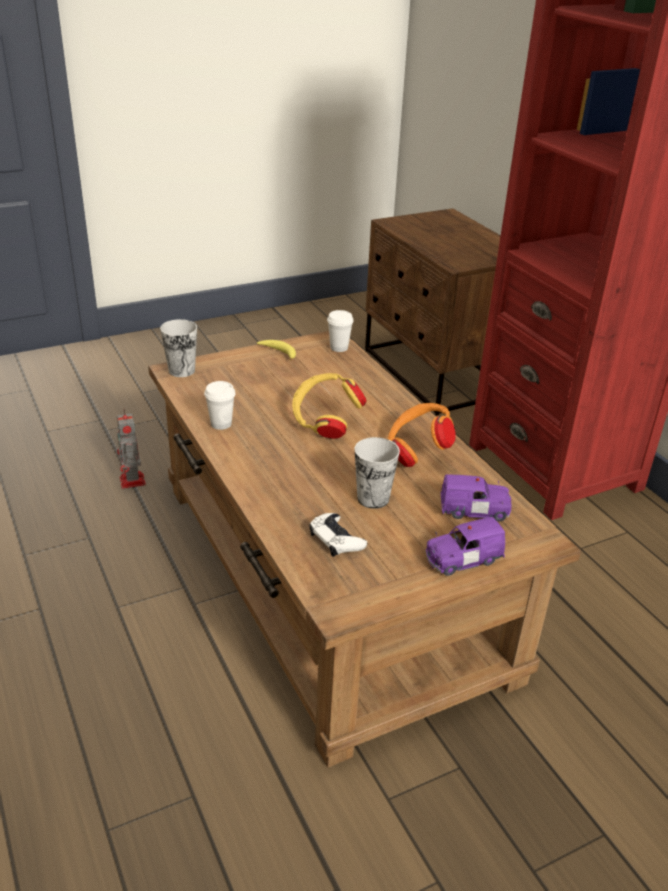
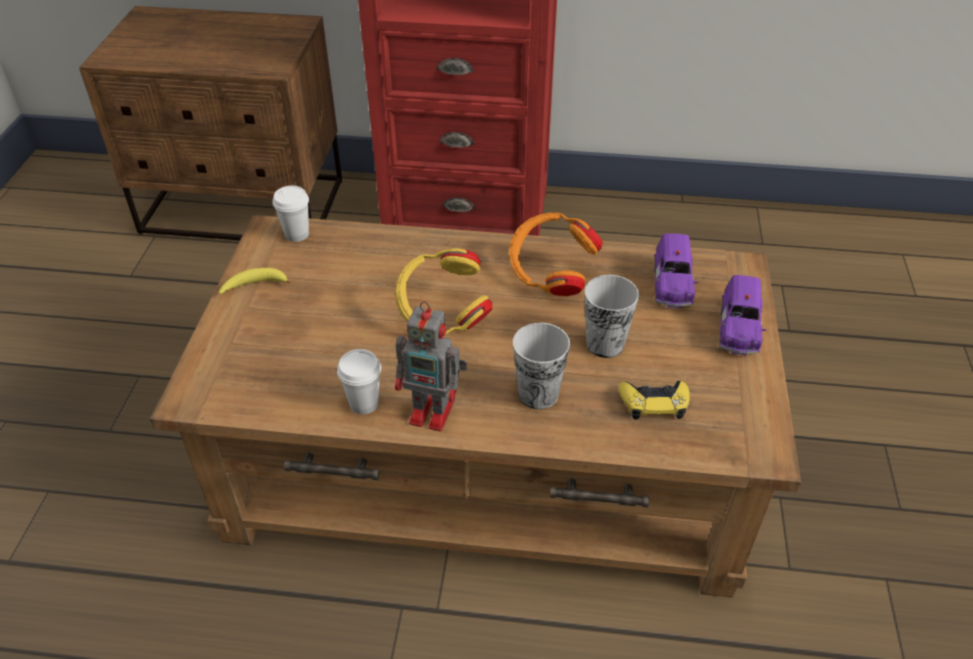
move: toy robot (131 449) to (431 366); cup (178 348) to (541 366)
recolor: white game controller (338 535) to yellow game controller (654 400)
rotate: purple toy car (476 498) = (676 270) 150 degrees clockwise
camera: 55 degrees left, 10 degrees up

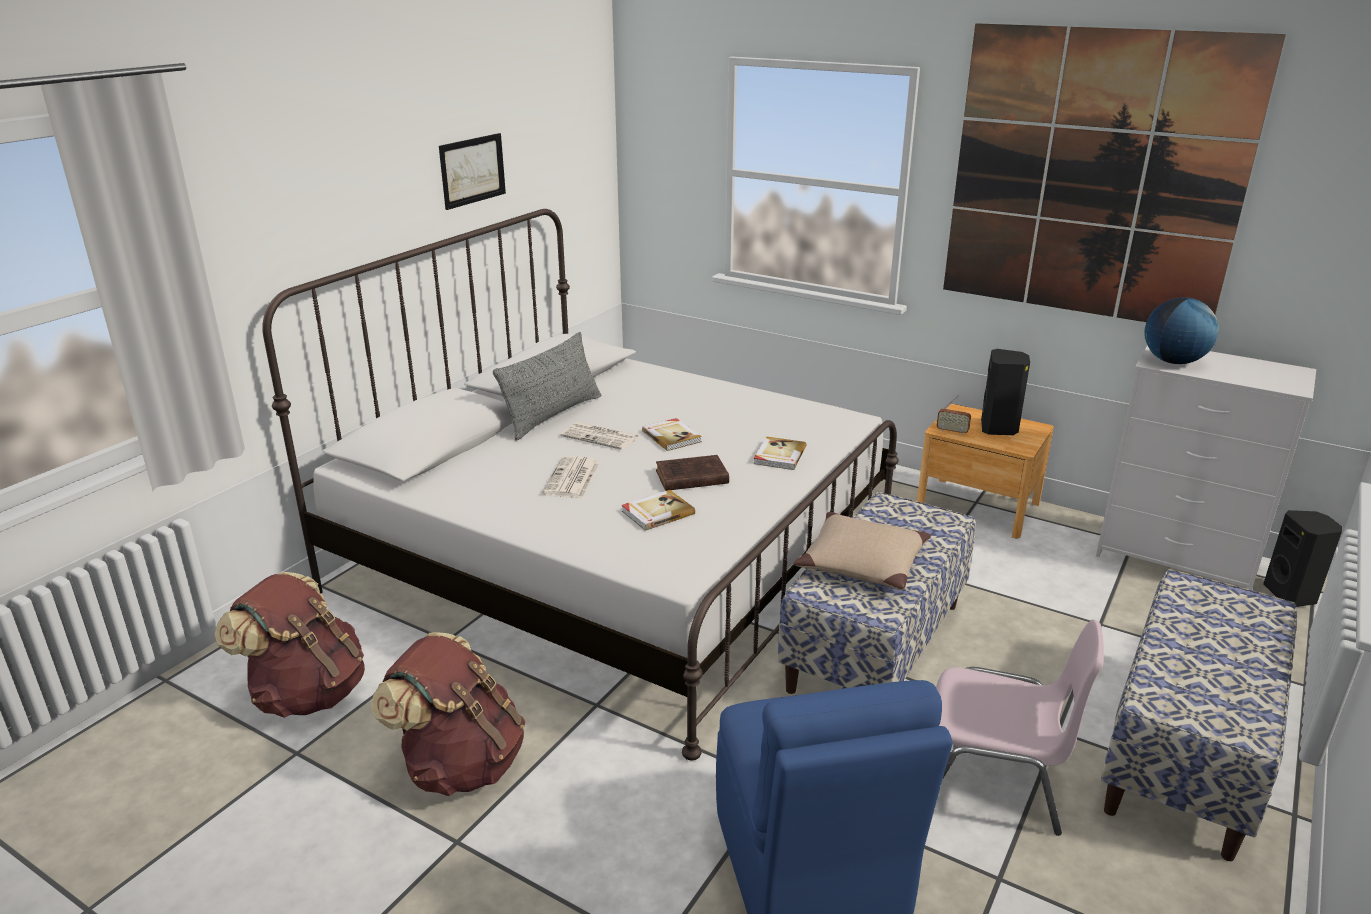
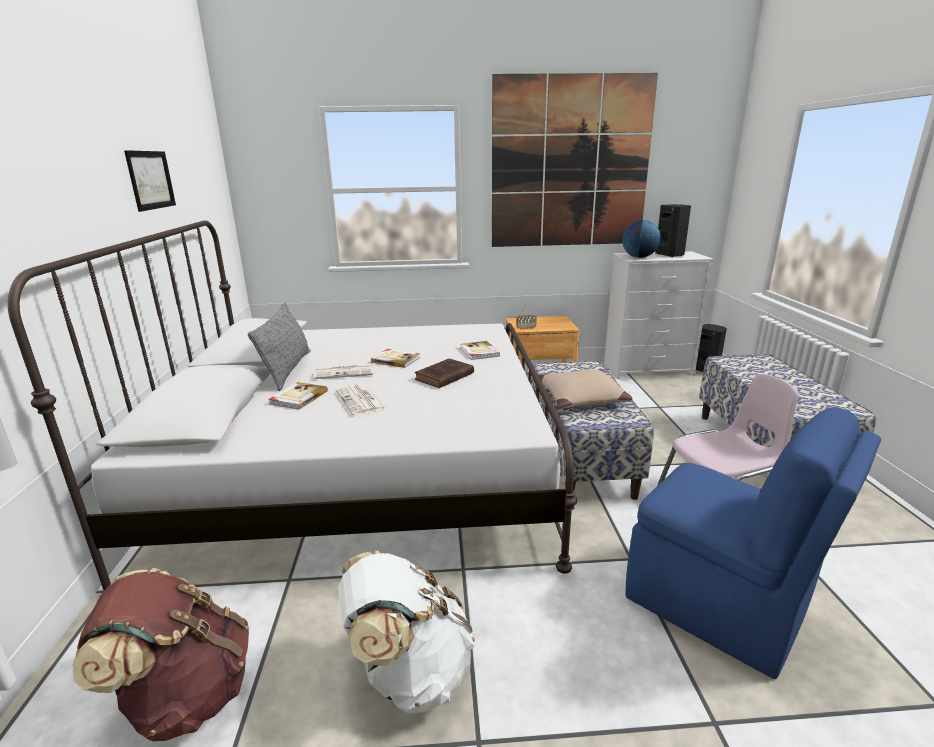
move: book (658 510) to (298 396); black speaker (1005 392) to (673 230)
recolor: brown backpack (448 714) to white backpack (406 632)
camera: 35 degrees left, 5 degrees down

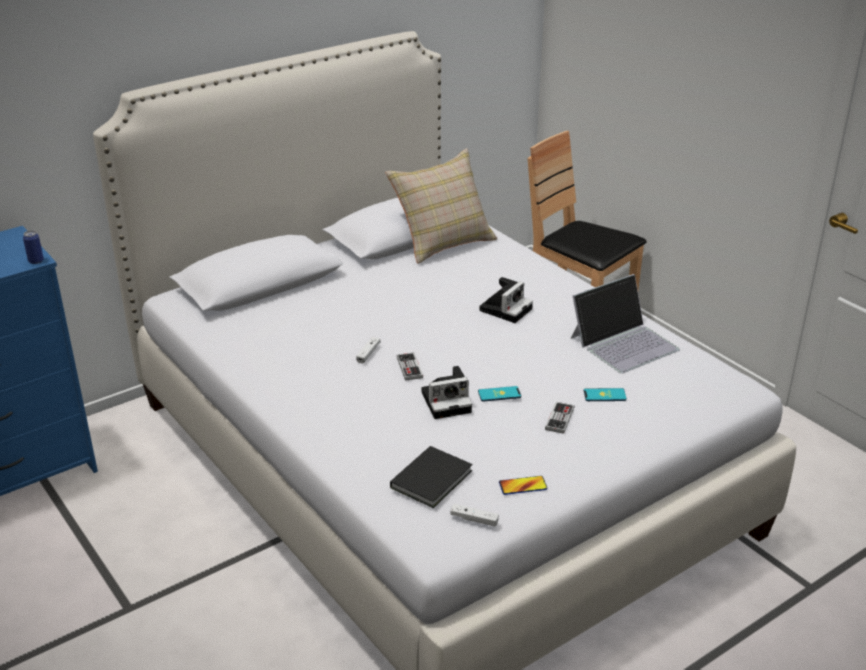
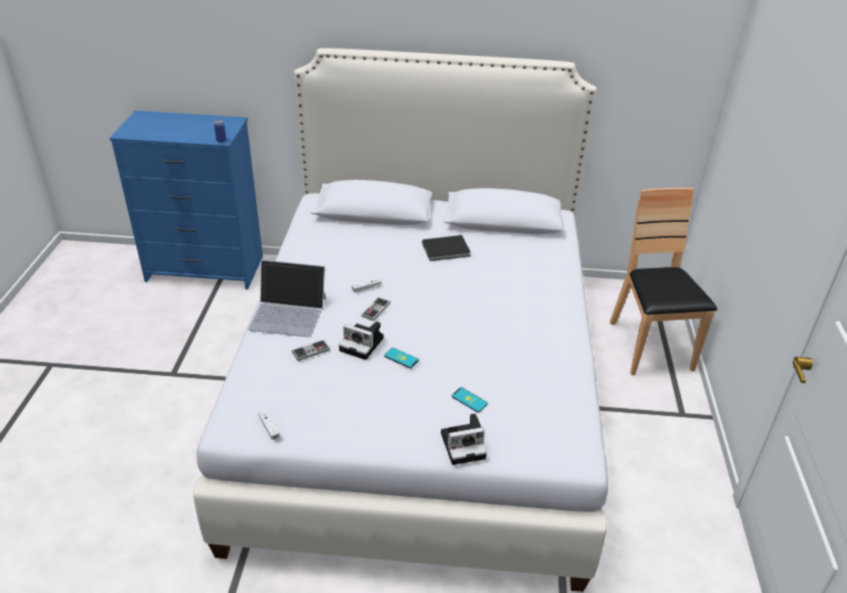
delete: beige pillow (441 206); phone (523 485)
move: black book (431 477) to (446 248); photo camera (506 300) to (464 439); game controller (559 418) to (311 350); laptop (625 323) to (286 298)
camera: 40 degrees right, 5 degrees up

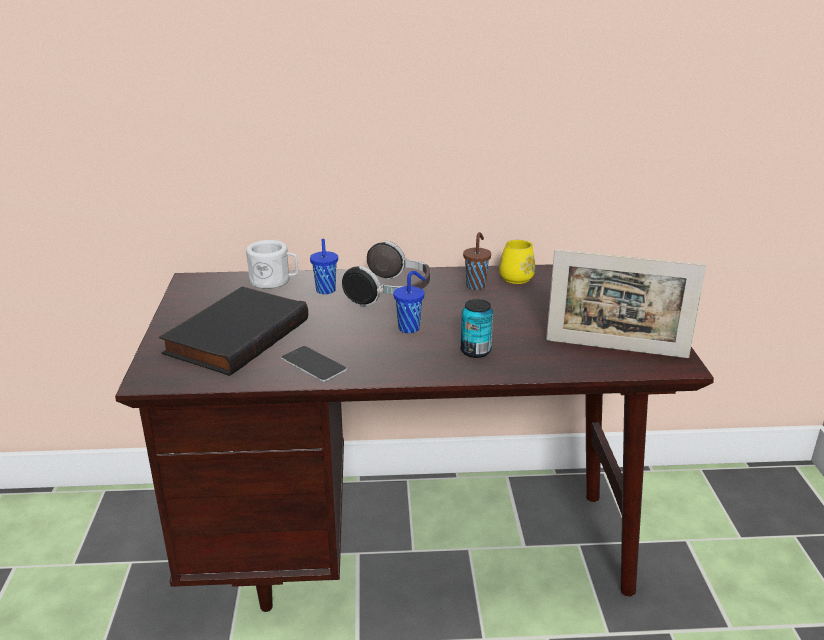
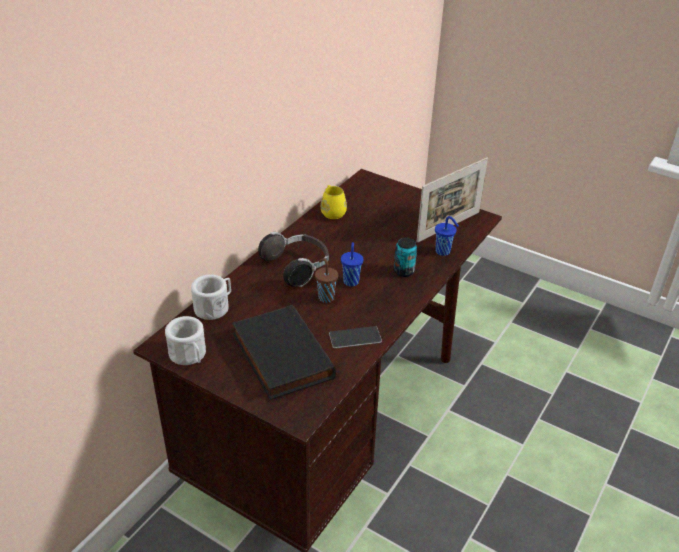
insert: white mug (185 340)
move: blue cup (324 266) to (447 236); brown cup (477 261) to (326 280)
camera: 55 degrees left, 10 degrees up

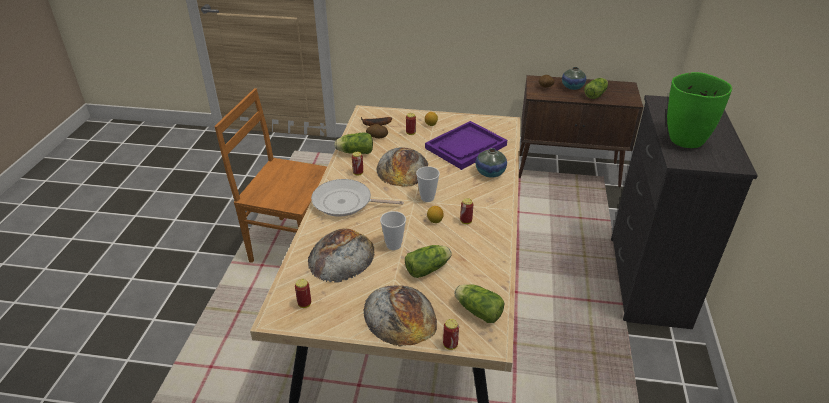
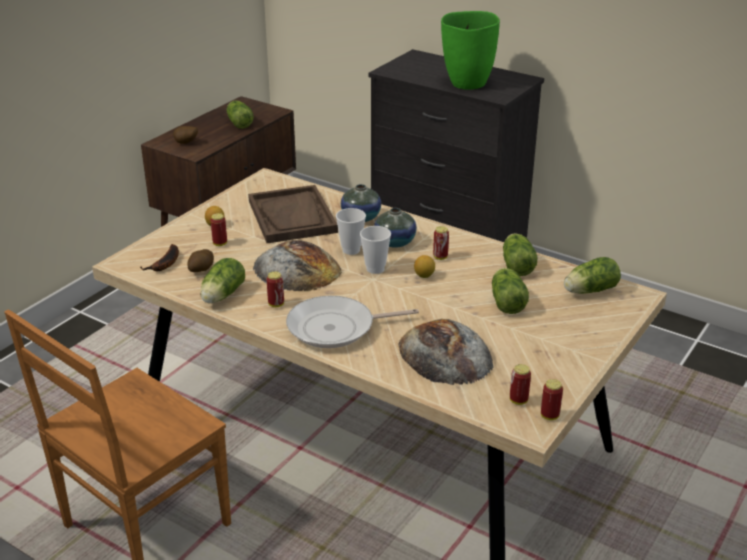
delete: bread (400 316)
insert: lettuce (520 254)
move: cup (393 230) to (351 231); can (451 334) to (552 399); vase (574 78) to (395 228)
recolor: purple tray (466 145) to brown tray (293 214)
rotate: frying pan (357 198) = (352 322) 45 degrees clockwise
camera: 65 degrees left, 5 degrees down

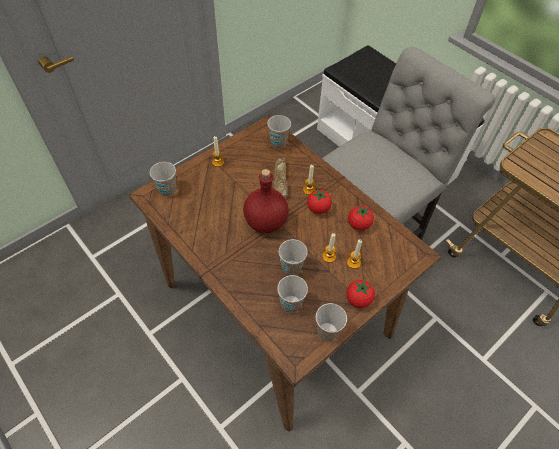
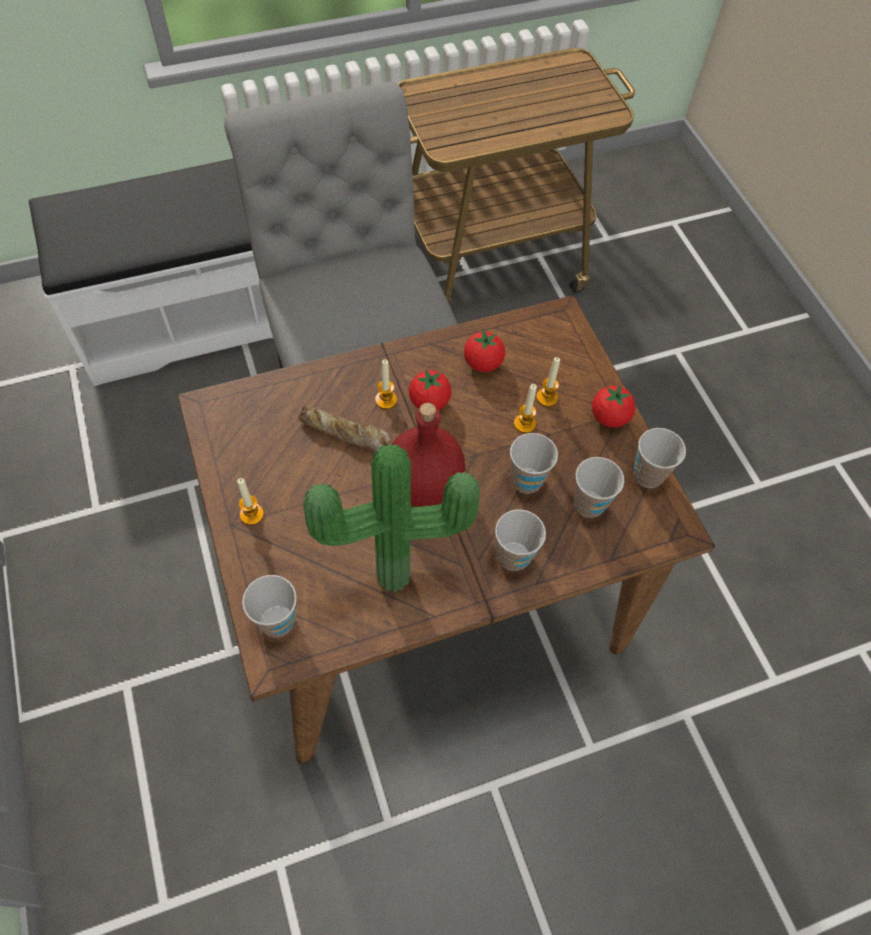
insert: potted plant (391 518)
move: cup (279 131) to (520 540)
camera: 70 degrees left, 5 degrees up

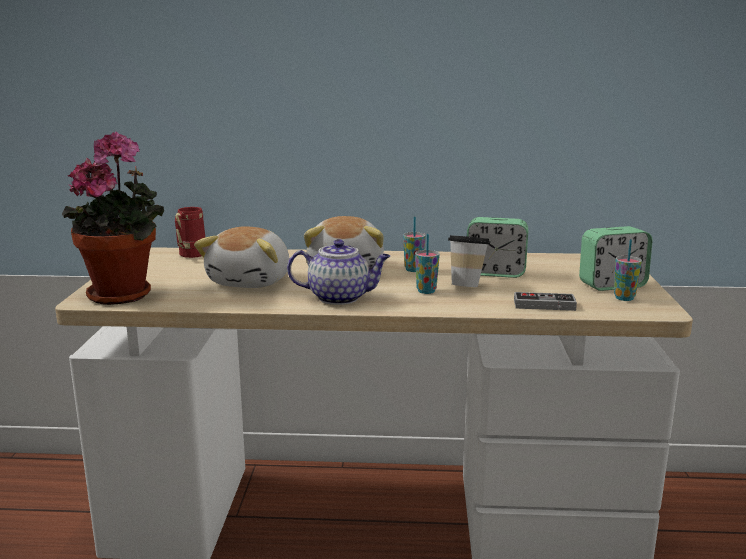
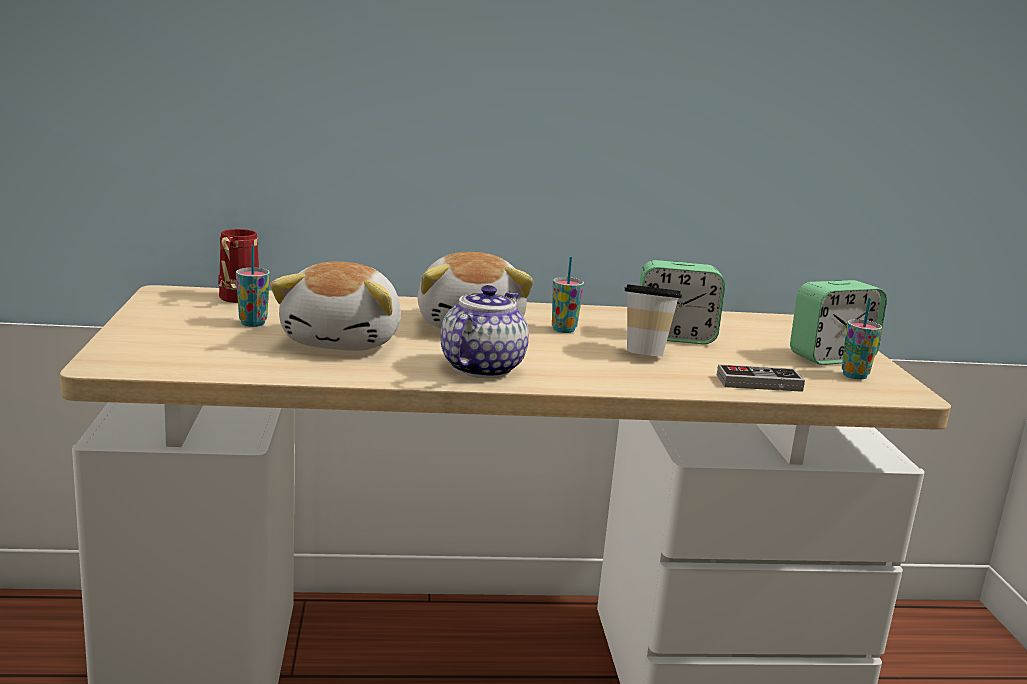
delete: potted plant (113 218)
move: cup (427 264) to (253 286)
rotate: teapot (339 272) = (484 331) 60 degrees counterclockwise
camera: 10 degrees left, 0 degrees up

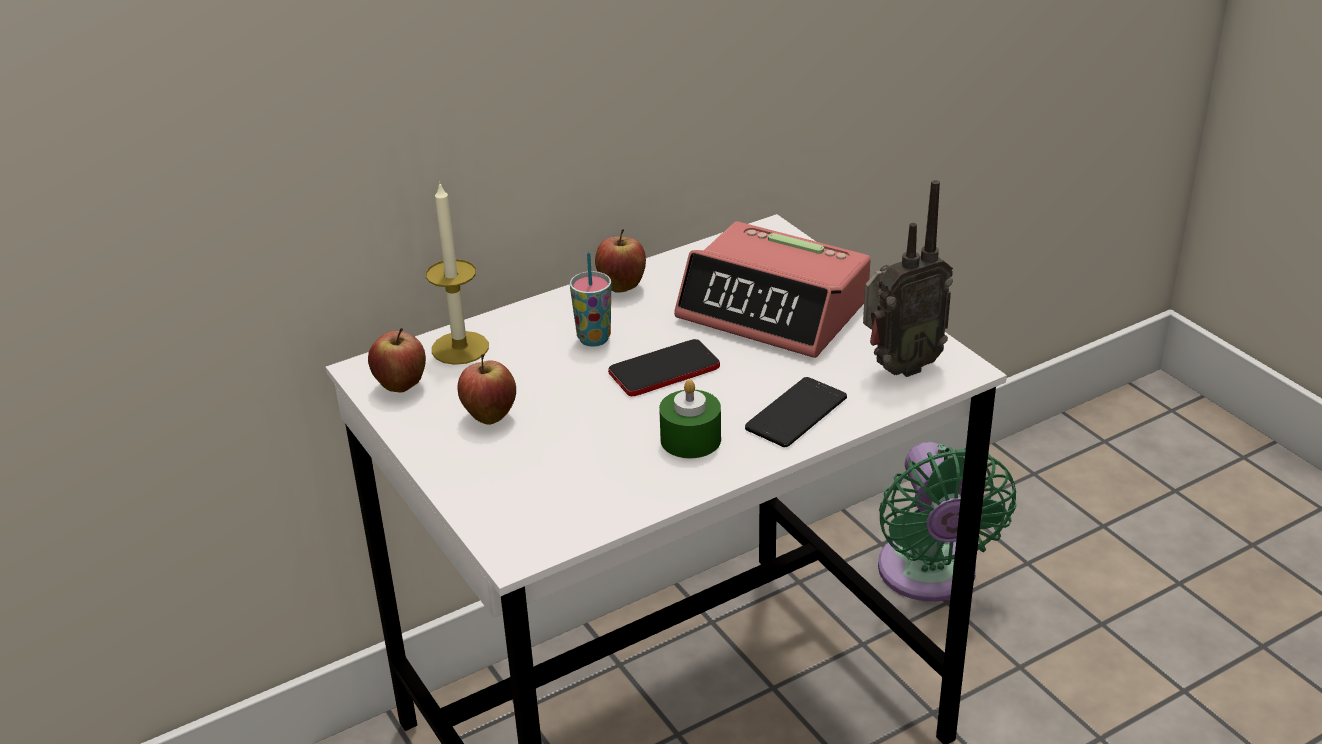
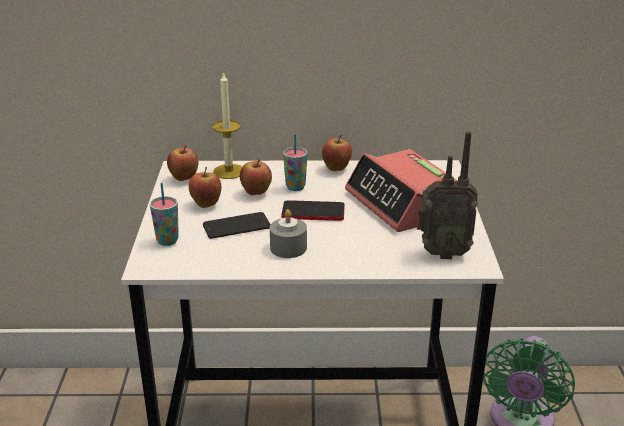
insert: cup (164 214); apple (256 177)
move: phone (796 412) to (237 225)
recolor: green candle (690 418) to grey candle (288 233)
camera: 30 degrees right, 5 degrees down

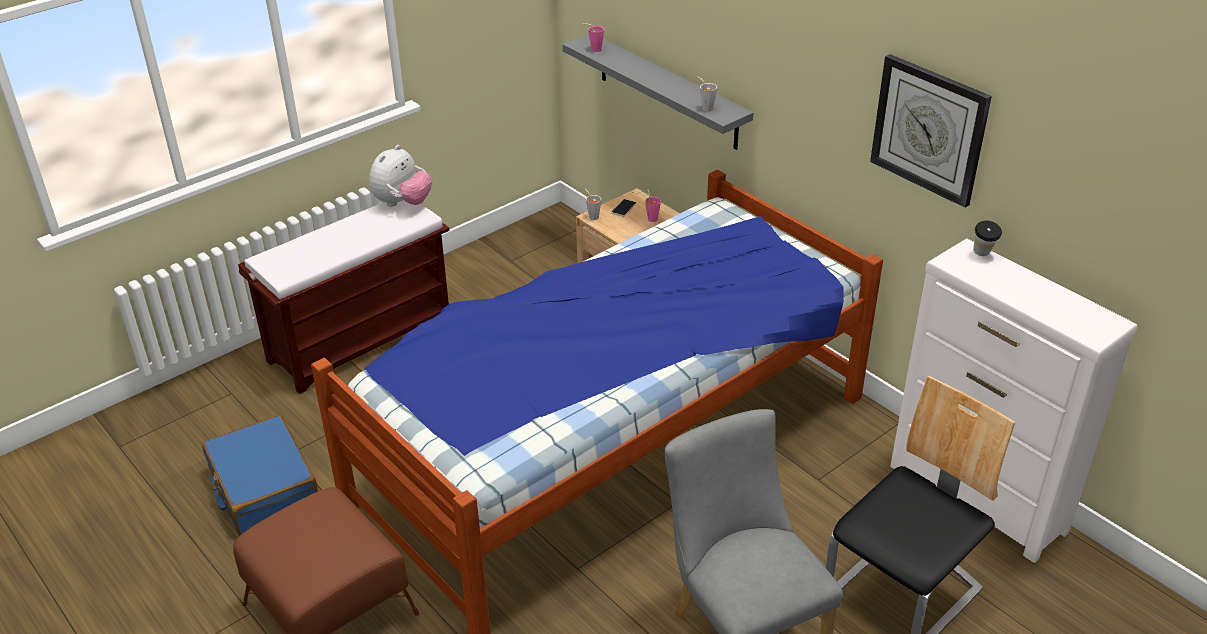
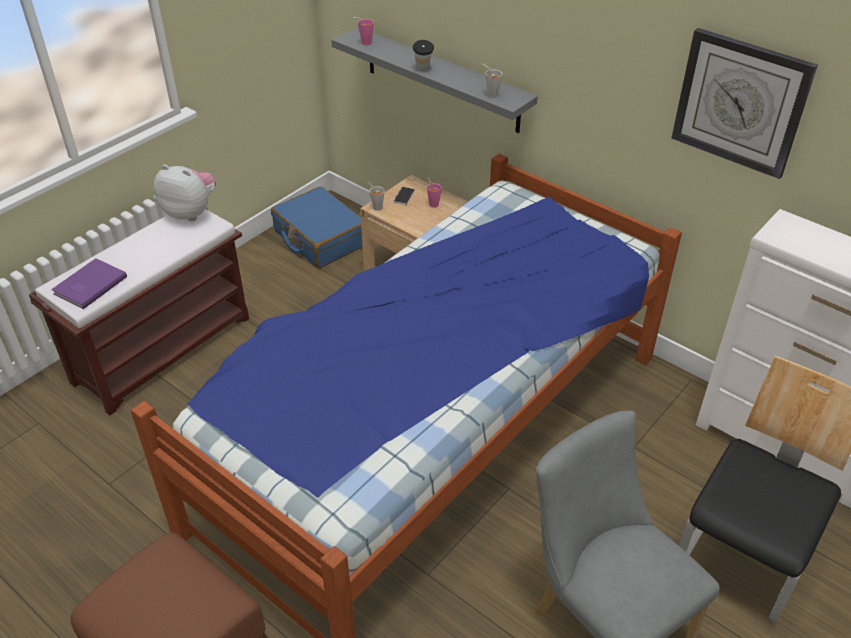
insert: purple book (89 283)
move: blue suitcase (260 475) to (316 227); cup (987 238) to (423 55)
rotate: plush toy (400 176) = (185 192) 90 degrees counterclockwise
camera: 10 degrees left, 5 degrees up

